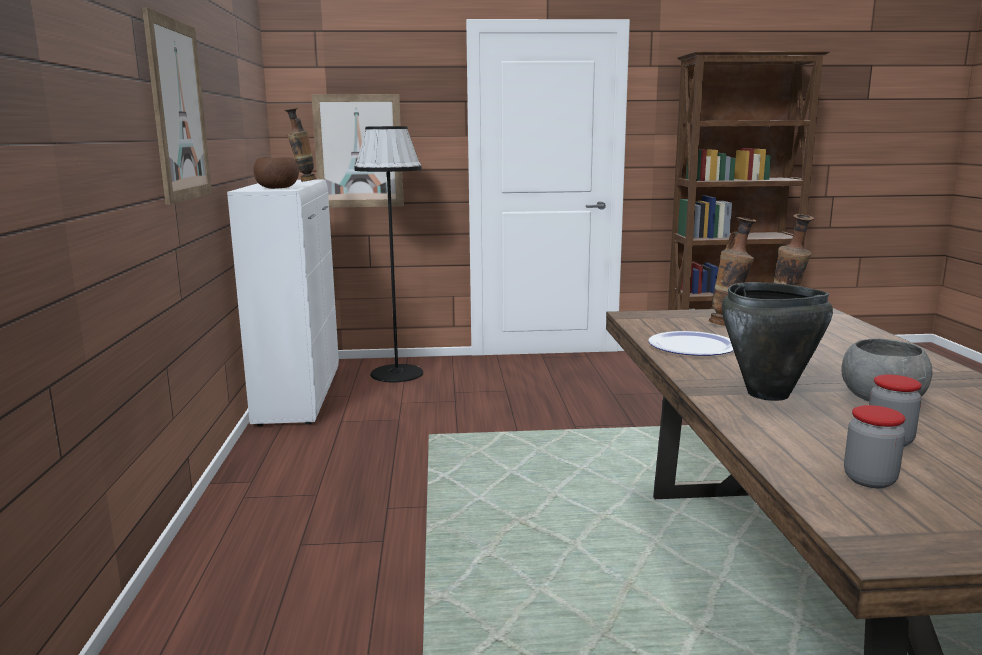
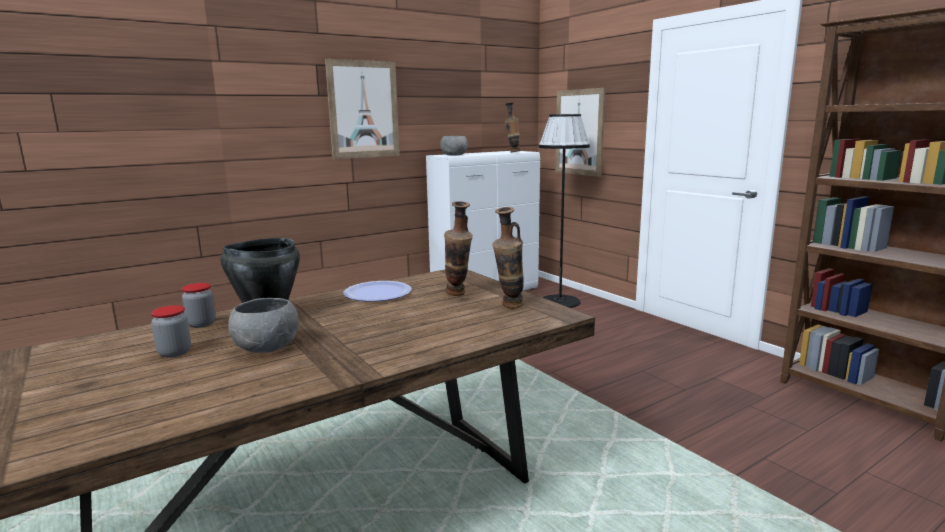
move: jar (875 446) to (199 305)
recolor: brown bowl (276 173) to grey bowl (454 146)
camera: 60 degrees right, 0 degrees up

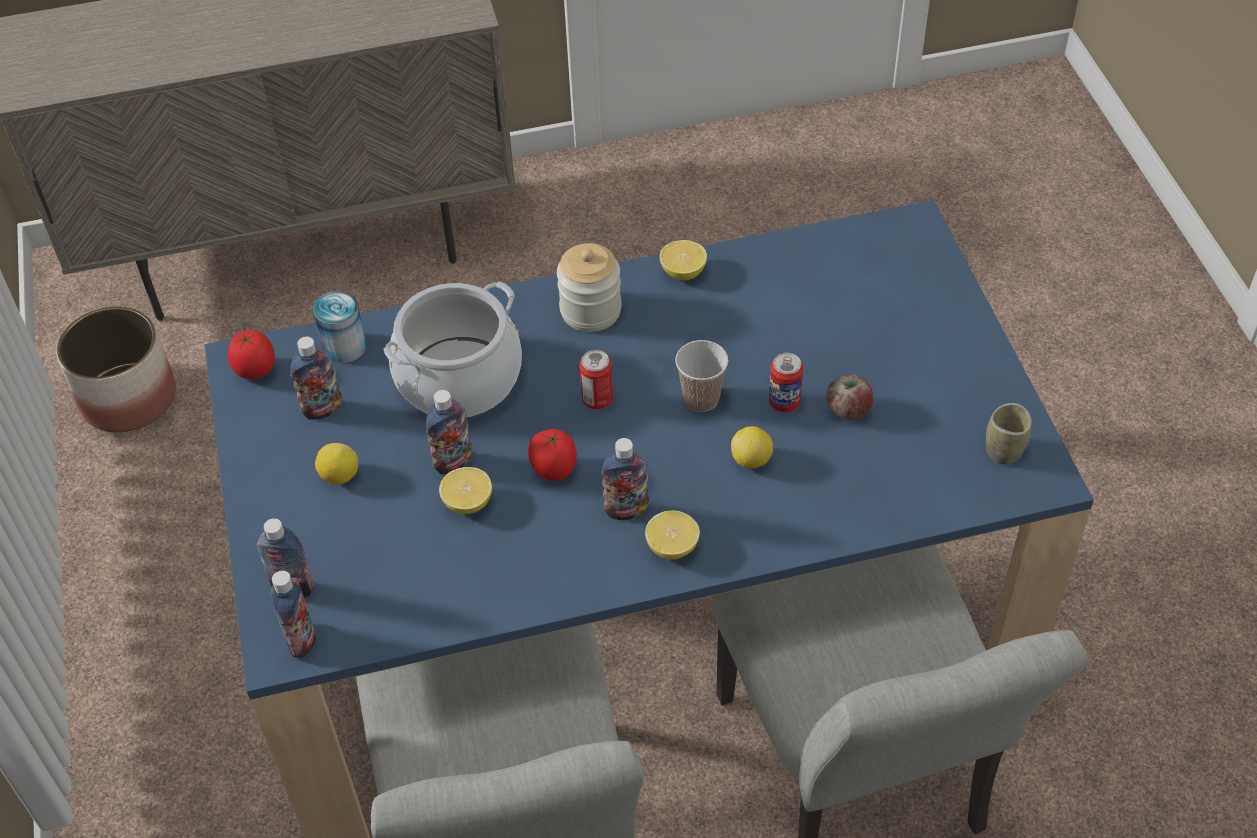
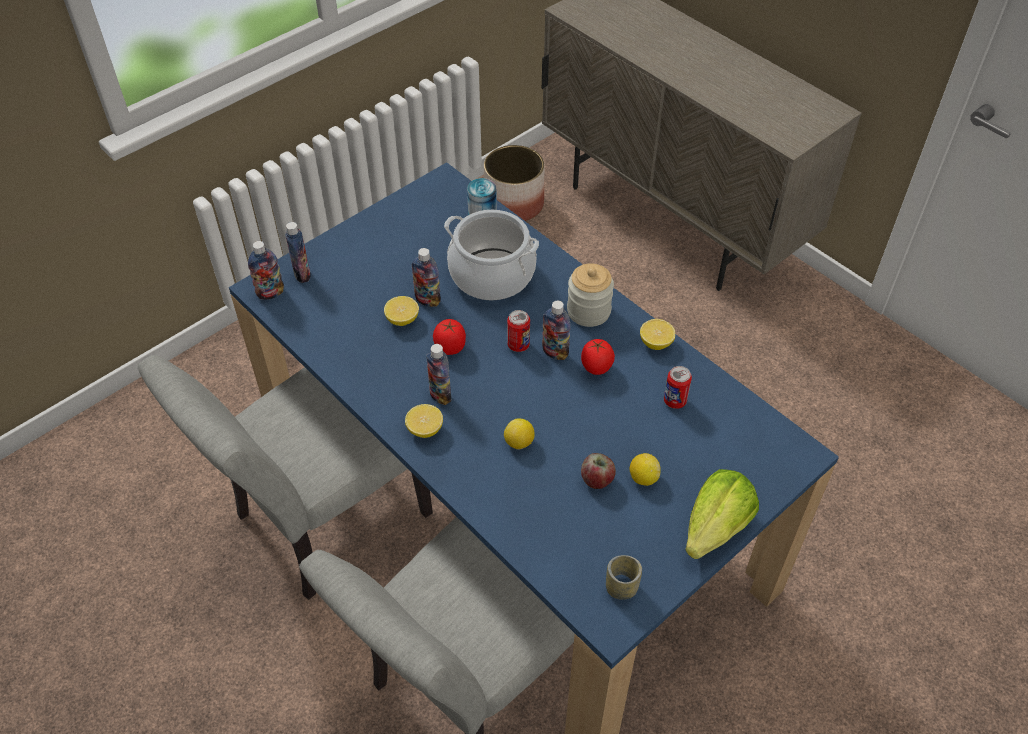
delete: cup (701 376)
insert: lettuce (722 514)
move: tomato (251 355) to (598 357); bottle (315 378) to (556 330); lemon (336 464) to (645 469); can (786 382) to (678 387)
camera: 60 degrees right, 0 degrees up

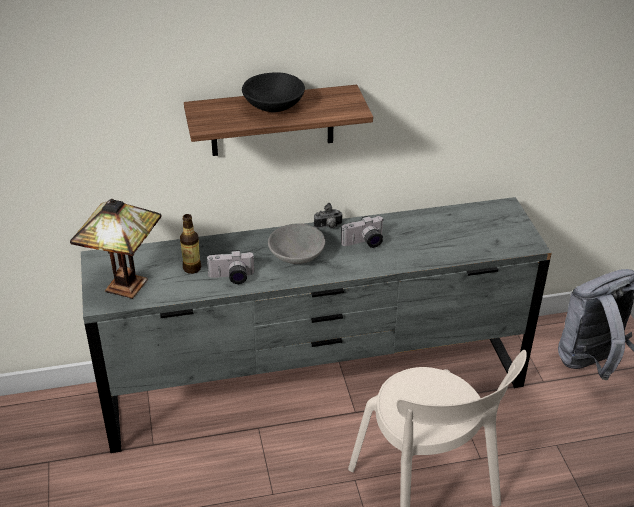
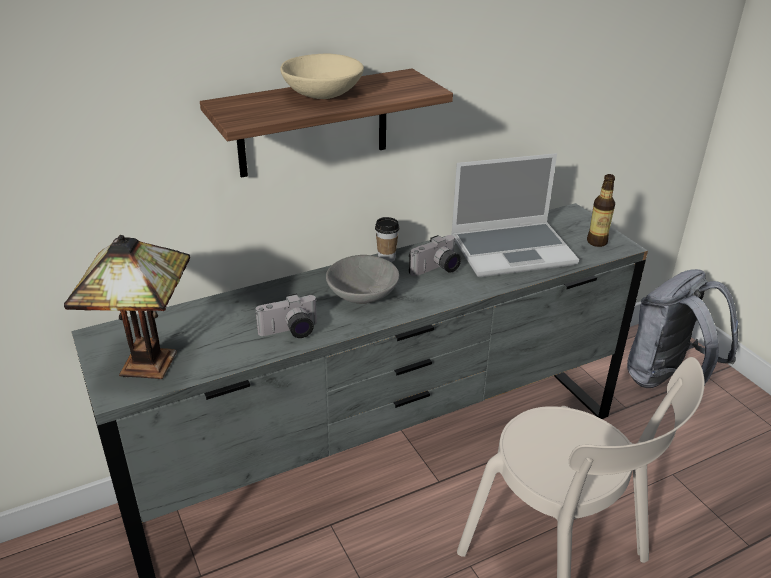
insert: laptop (515 215)
move: bottle (190 244) to (601 210)
replace: photo camera (328 216) to cup (387 239)
recolor: black bowl (273 92) to beige bowl (322 76)
camera: 15 degrees left, 5 degrees down

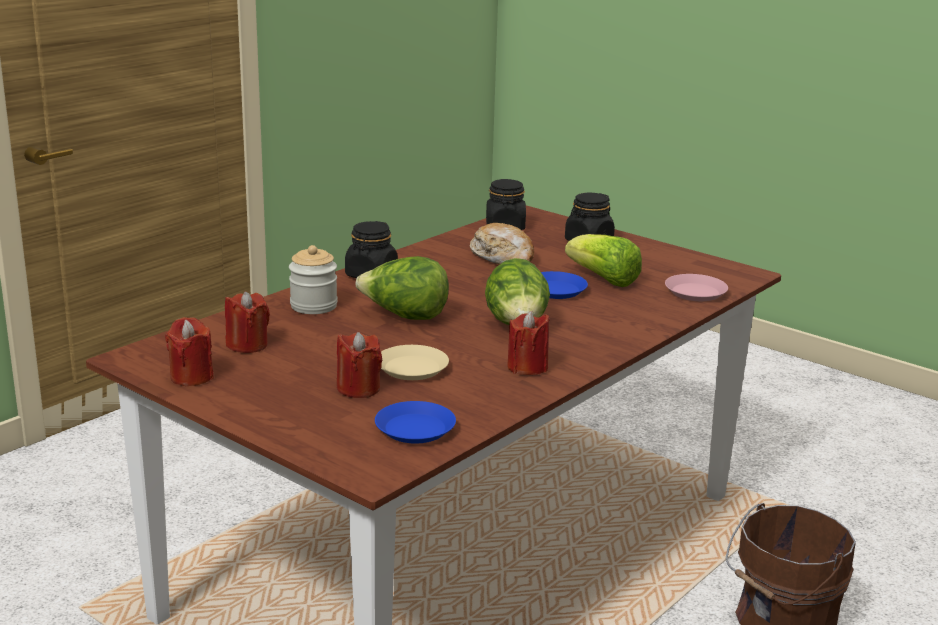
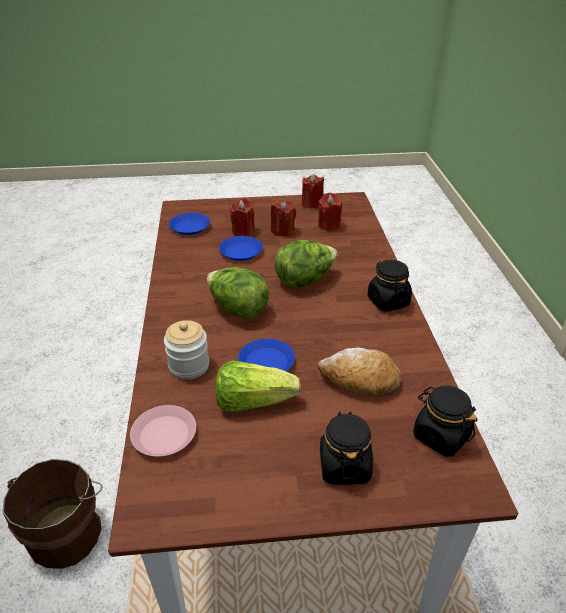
move: jar (313 279) to (186 350); red candle (528 343) to (283 218)
recolor: beige plate (415 362) to blue plate (241 248)
camera: 135 degrees right, 15 degrees up

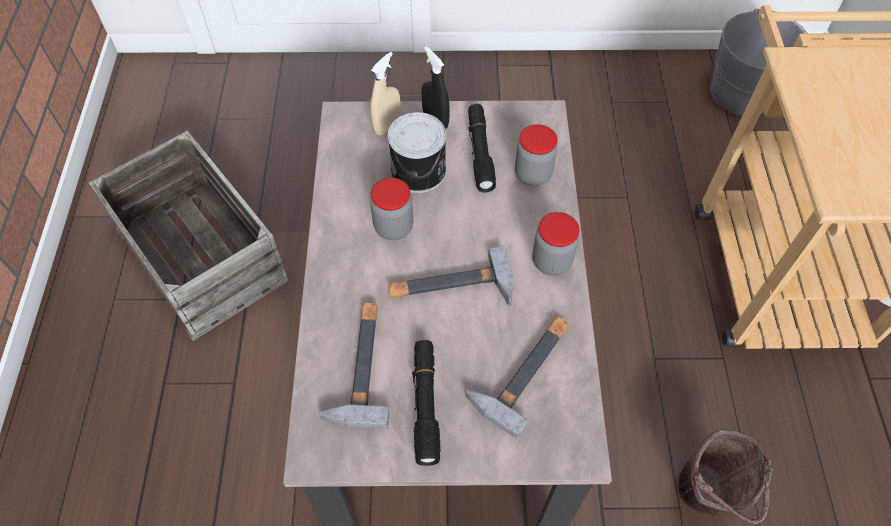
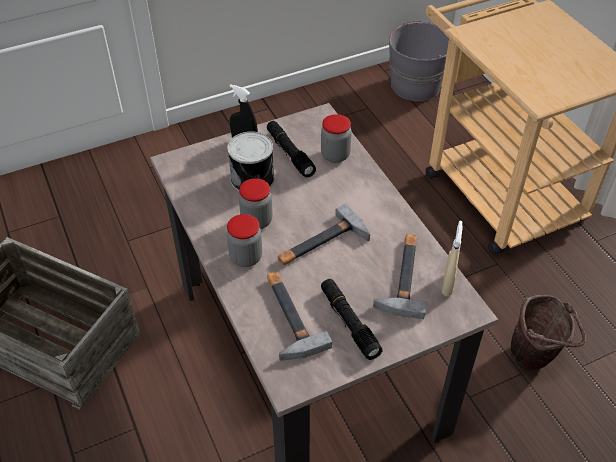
move: beige spray bottle (385 94) to (452 258); jar (556 244) to (244 240)
camera: 25 degrees left, 10 degrees down

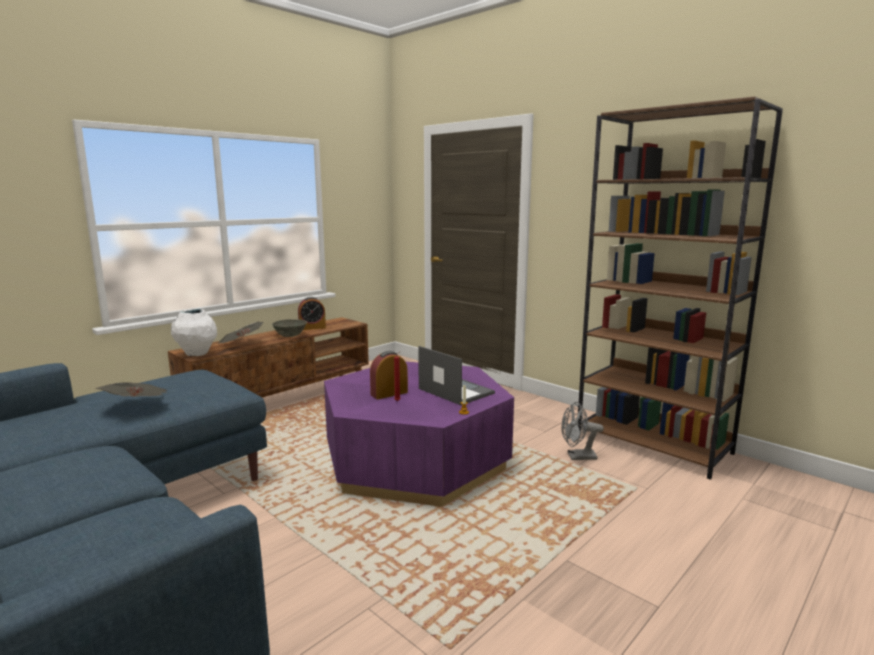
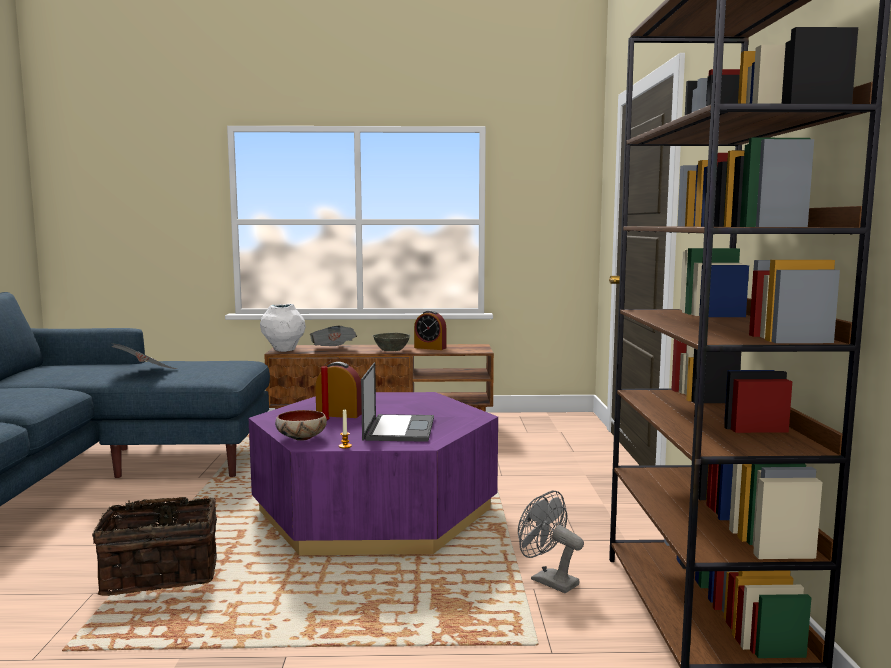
insert: basket (154 546); bowl (301 425)
camera: 45 degrees right, 5 degrees down

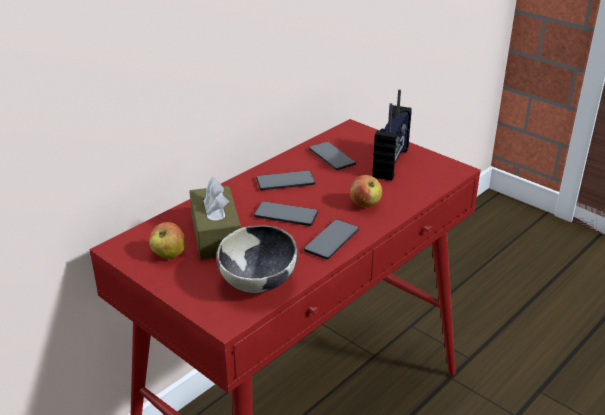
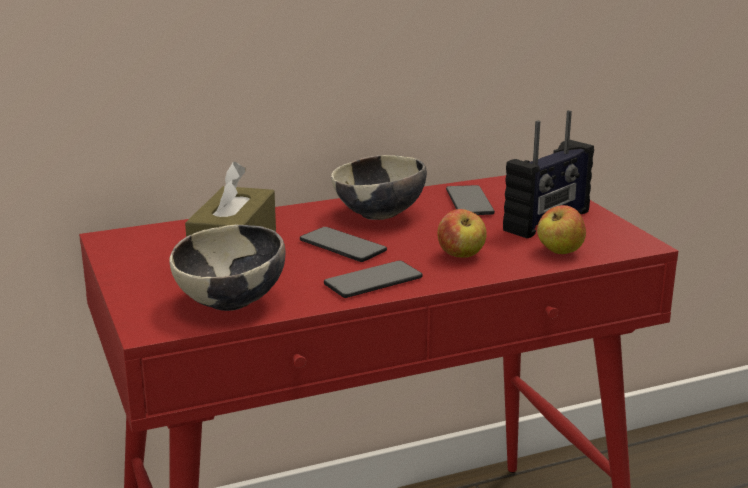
move: apple (167 240) to (561 229)
replace: phone (285 180) to bowl (379 187)
camera: 25 degrees right, 10 degrees down

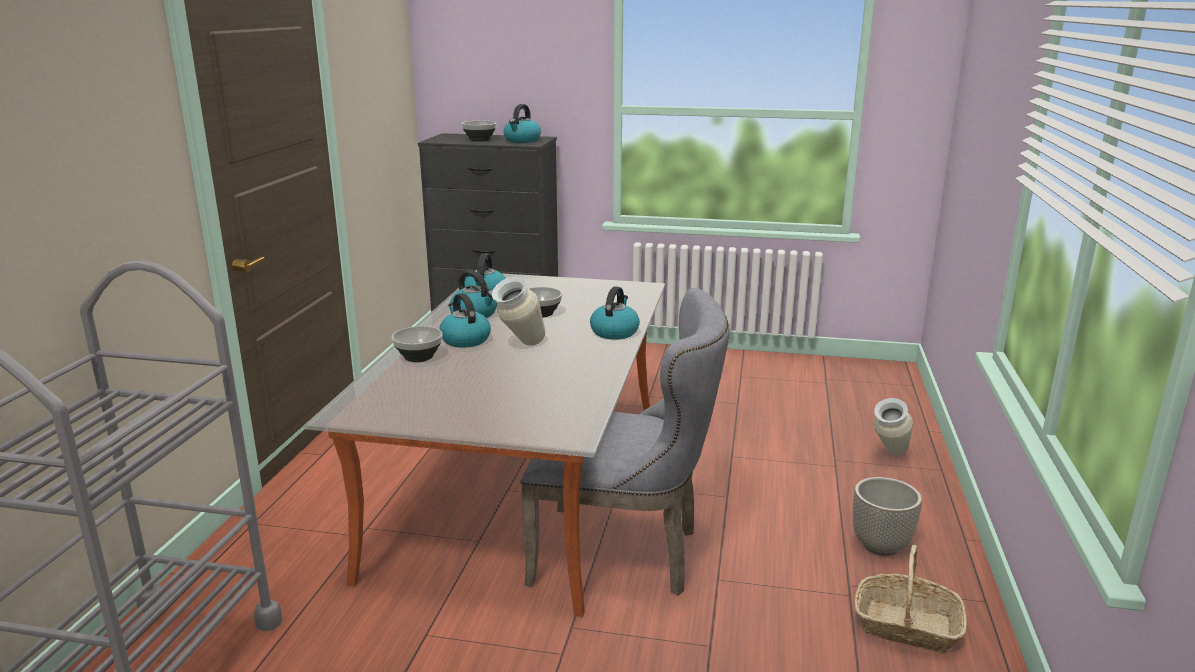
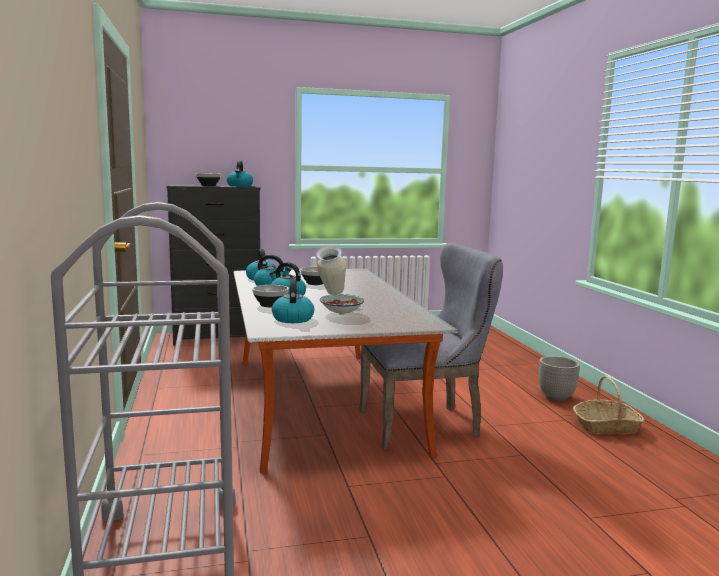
delete: vase (893 426)
insert: bowl (342 304)
move: kettle (615 313) to (293 301)
camera: 25 degrees left, 10 degrees down

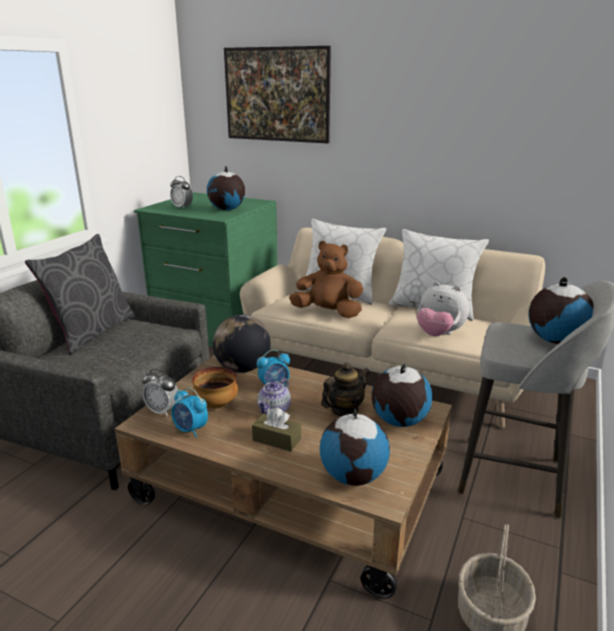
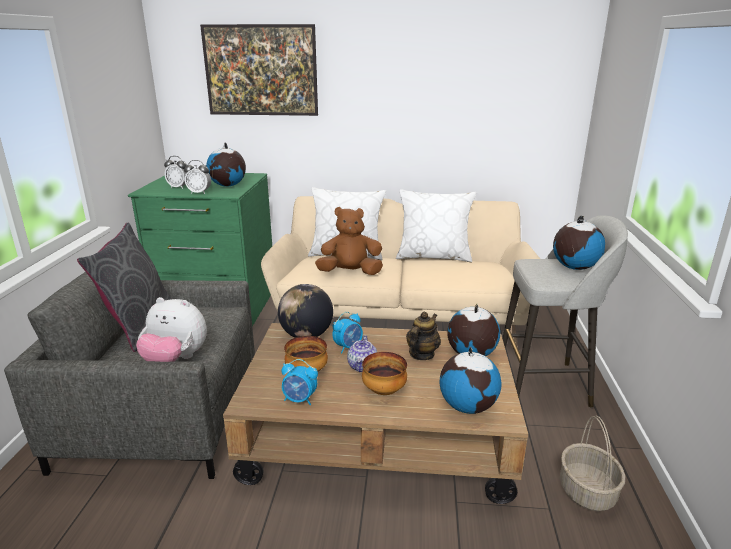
move: alarm clock (160 393) to (197 177); plush toy (443 309) to (171 329)
replace: brown tissue box (276 430) to bowl (384 373)
camera: 20 degrees left, 0 degrees up

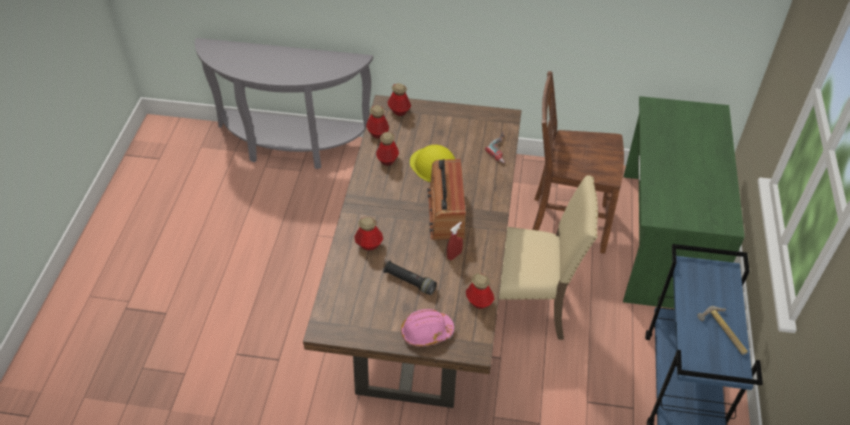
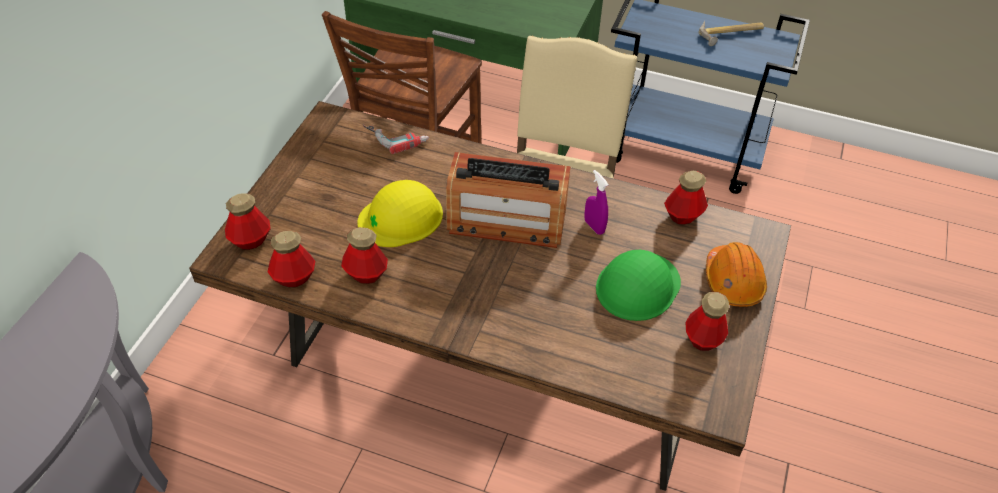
move: bottle (368 234) to (707 321)
replace: black flashlight (410 278) to green hard hat (638 285)
recolor: pink hard hat (427 328) to orange hard hat (736 274); red spray bottle (455 241) to purple spray bottle (596 202)
camera: 80 degrees left, 0 degrees up

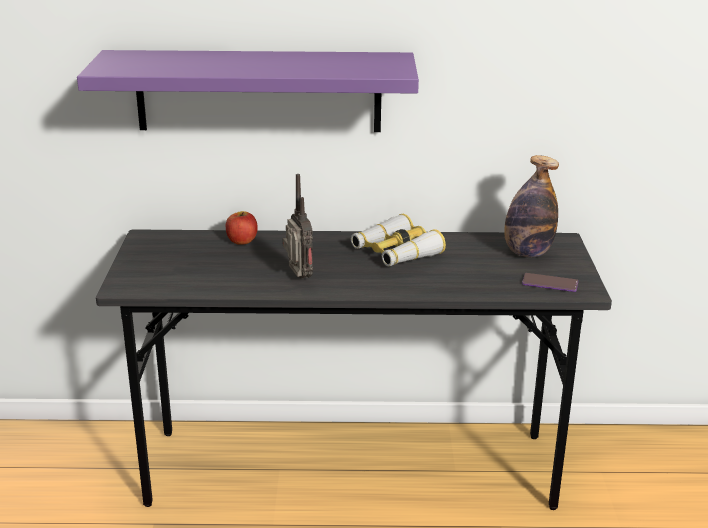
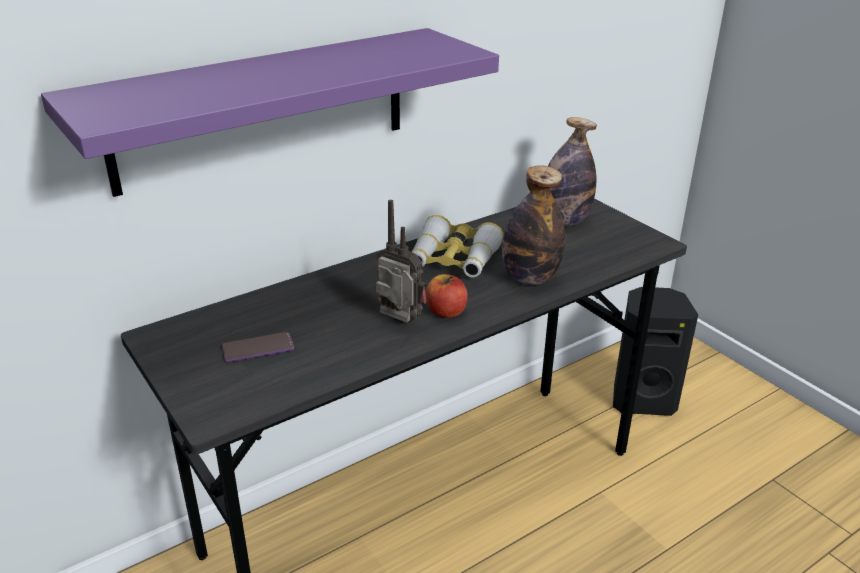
insert: bottle (533 225); black speaker (655 351)
move: apple (242 228) to (447 296); phone (550 282) to (258 347)
camera: 35 degrees left, 5 degrees up

